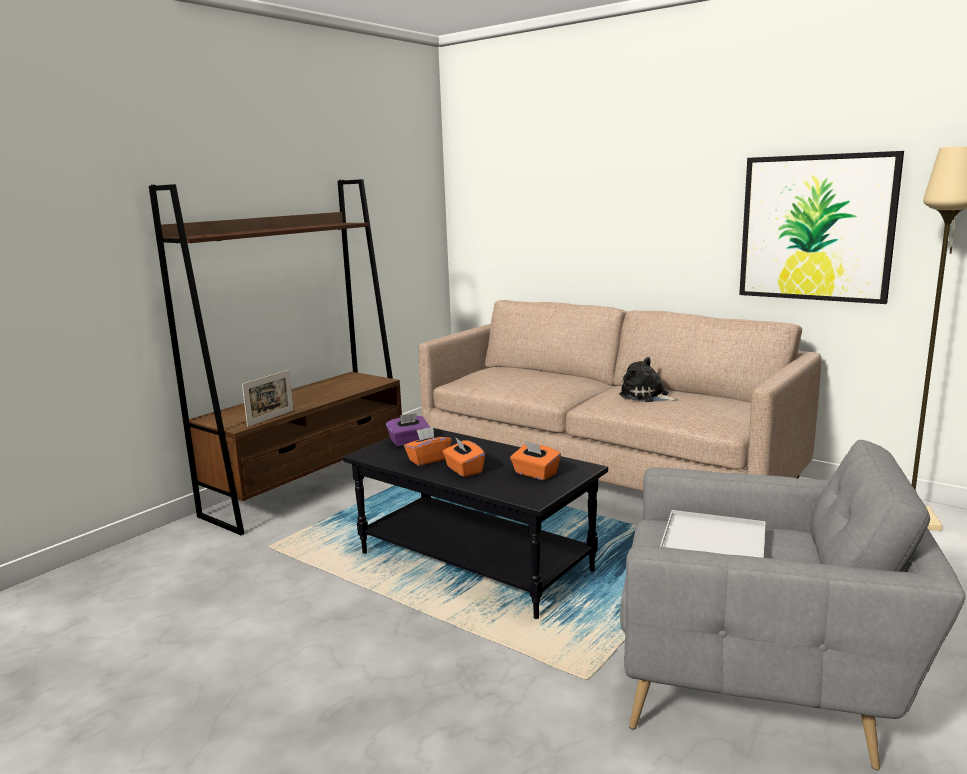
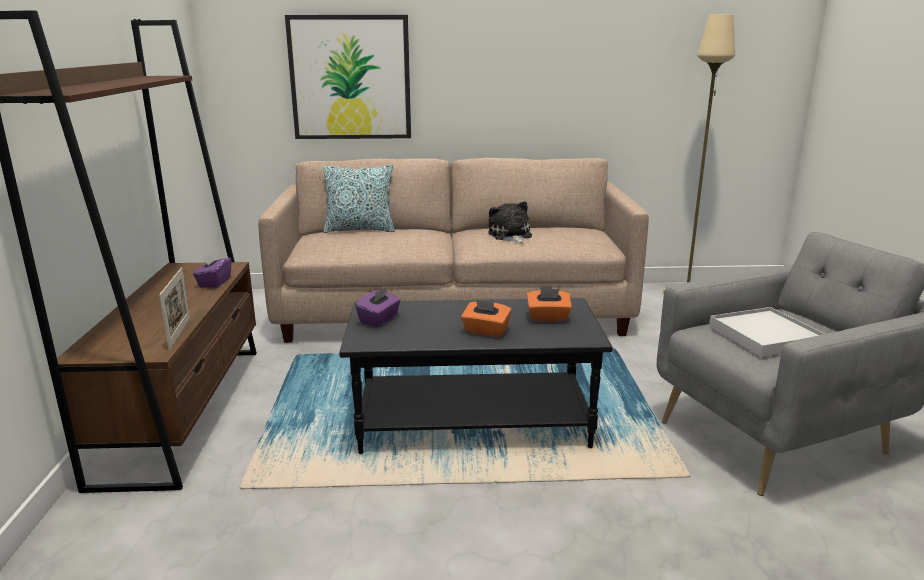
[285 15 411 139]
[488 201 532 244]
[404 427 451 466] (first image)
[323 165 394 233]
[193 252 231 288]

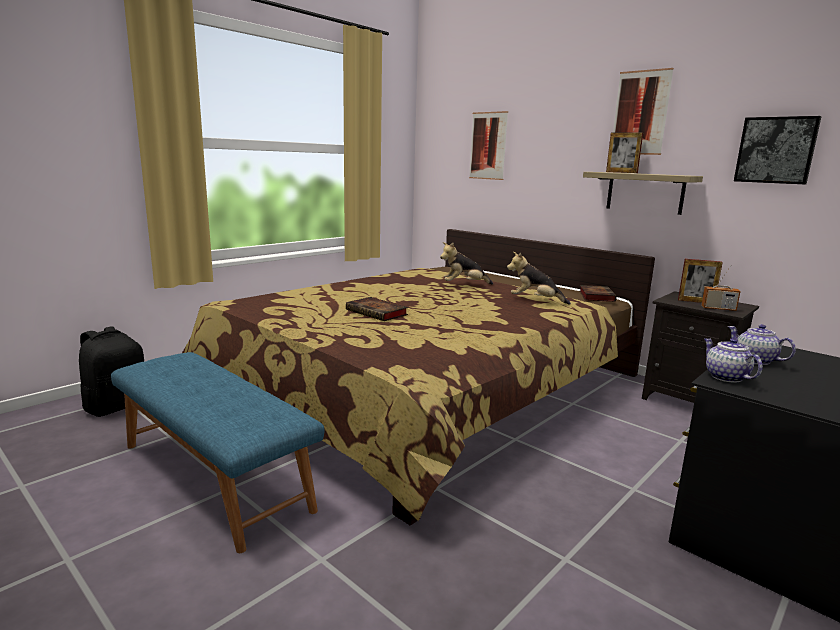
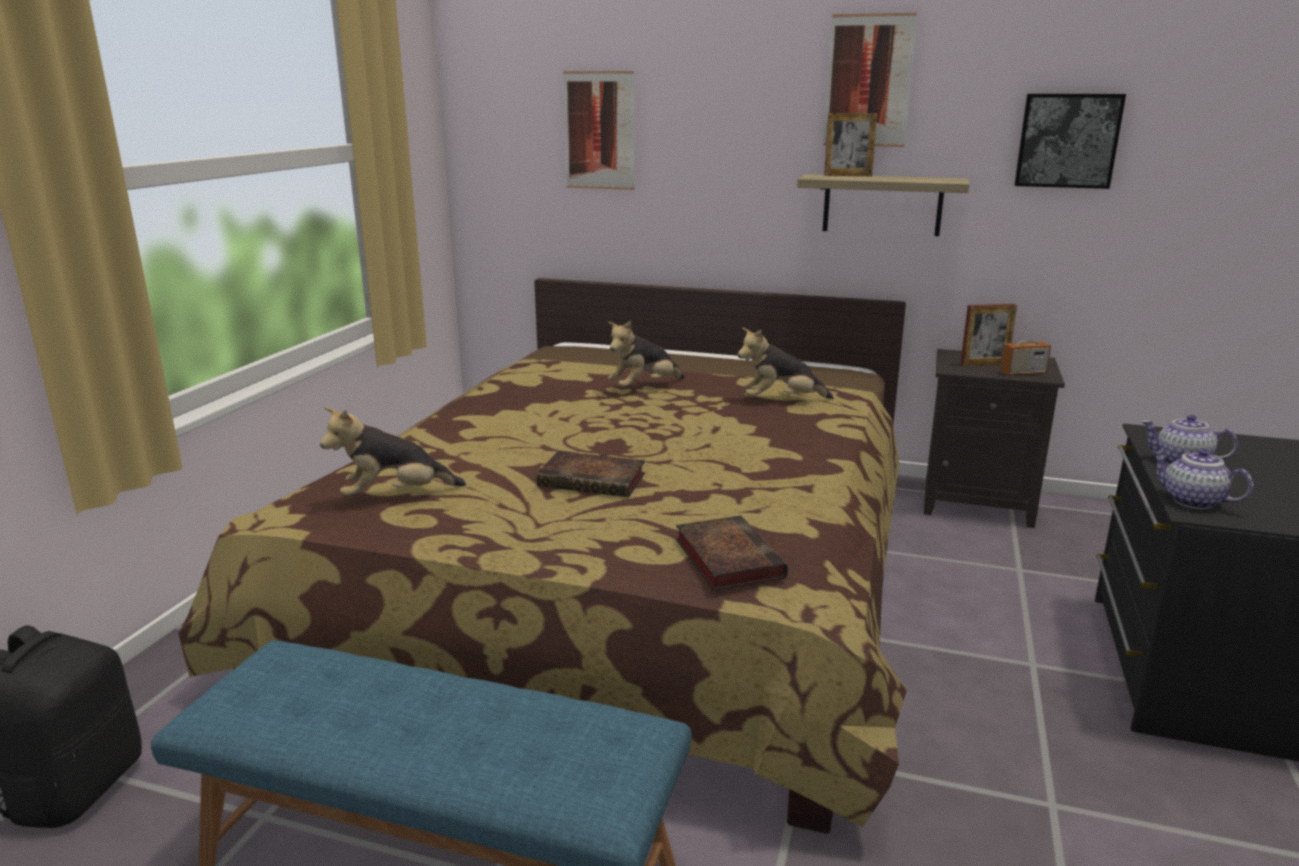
[676 515 788 591]
[320 407 466 496]

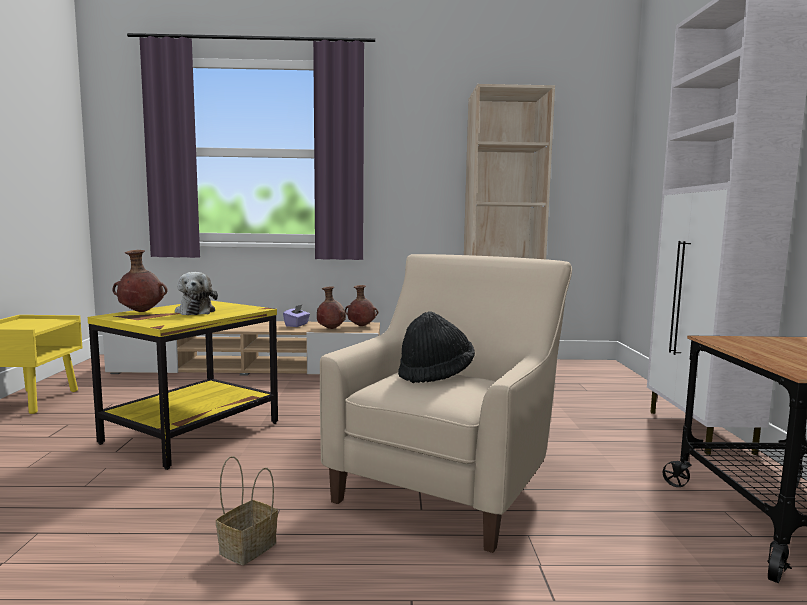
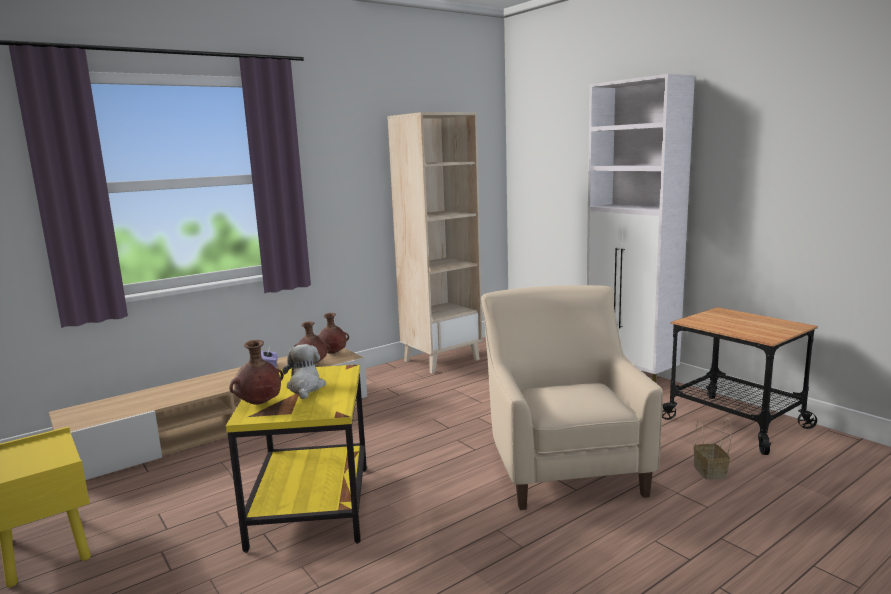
[282 344 326 399]
[398 311 475 383] (first image)
[694 418 732 480]

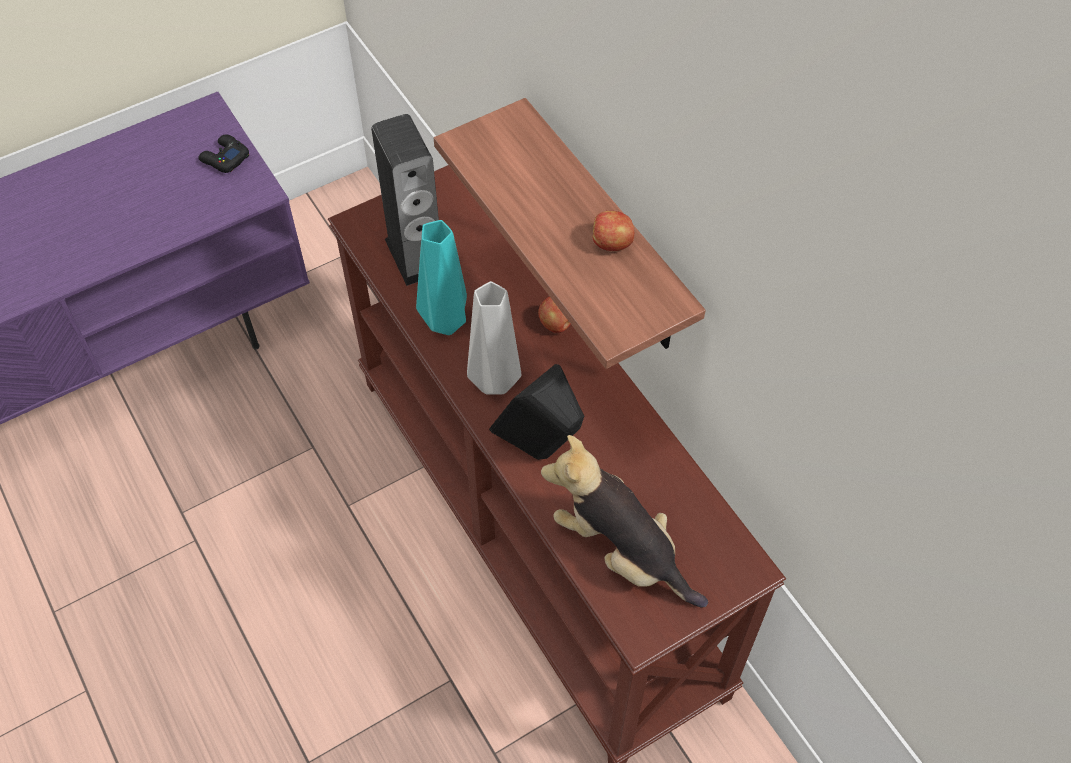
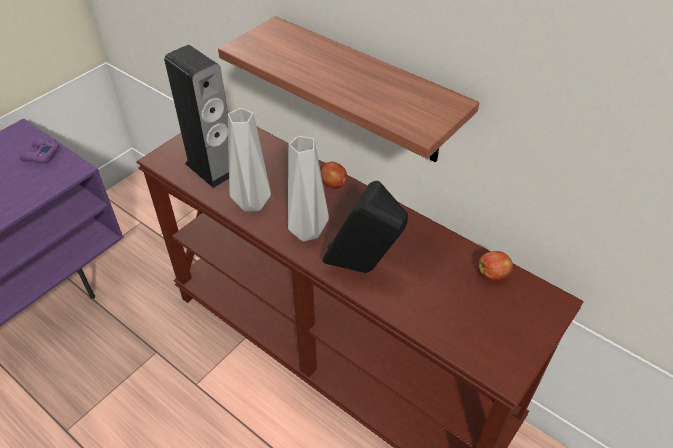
[20 139 60 164]
[478 251 513 281]
[228 108 271 211]
[541 435 708 608] (first image)

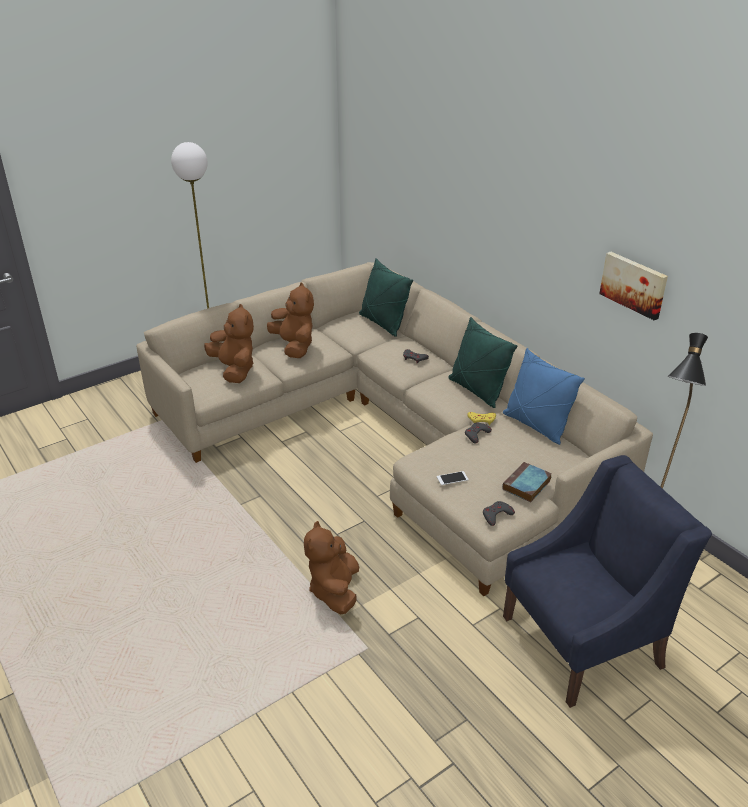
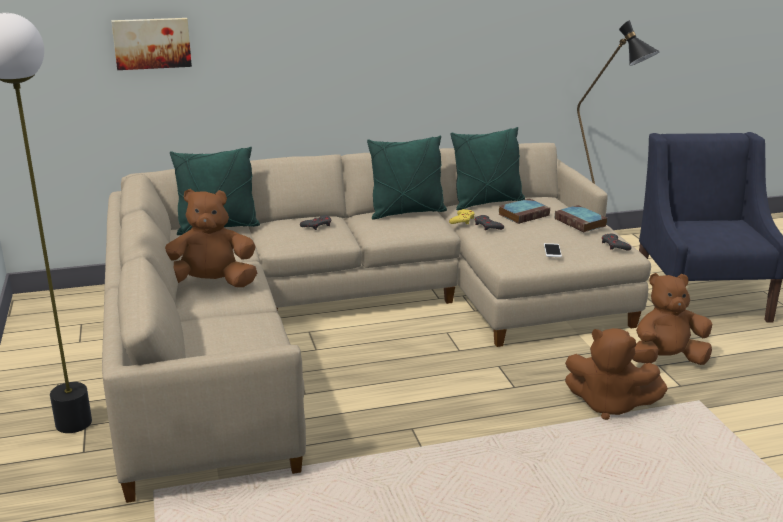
[111 18 192 70]
[632 273 712 365]
[450 127 525 210]
[498 198 550 224]

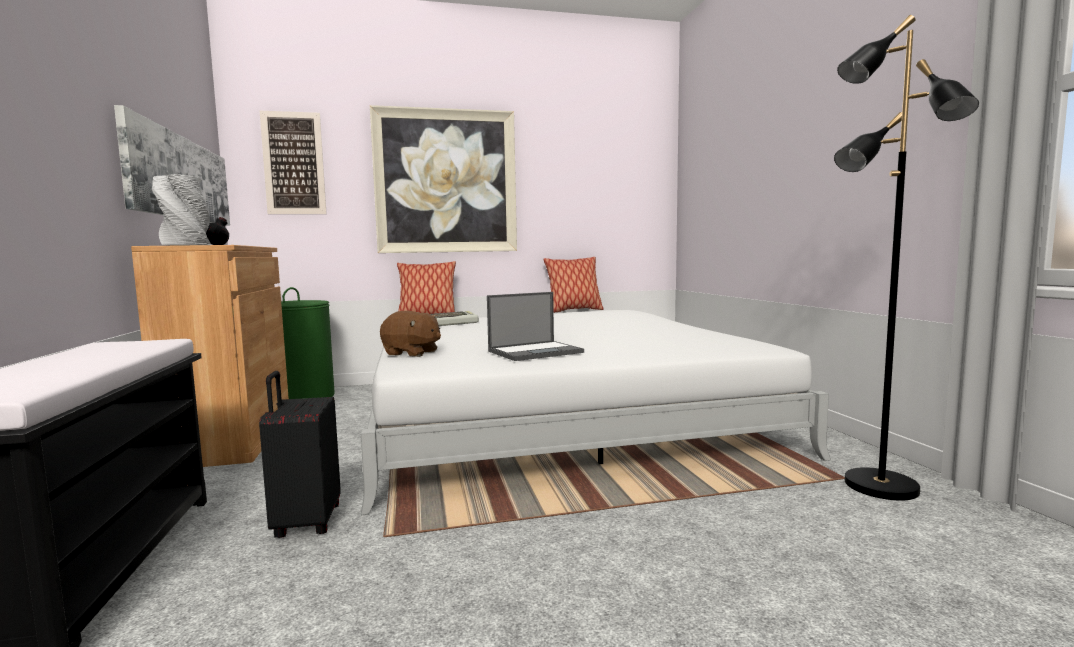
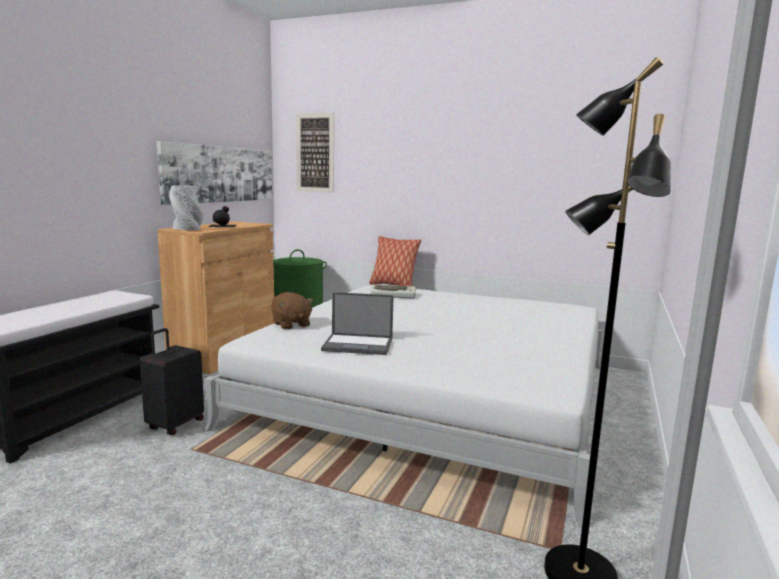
[370 105 517 253] (first image)
[544 257 603 313] (first image)

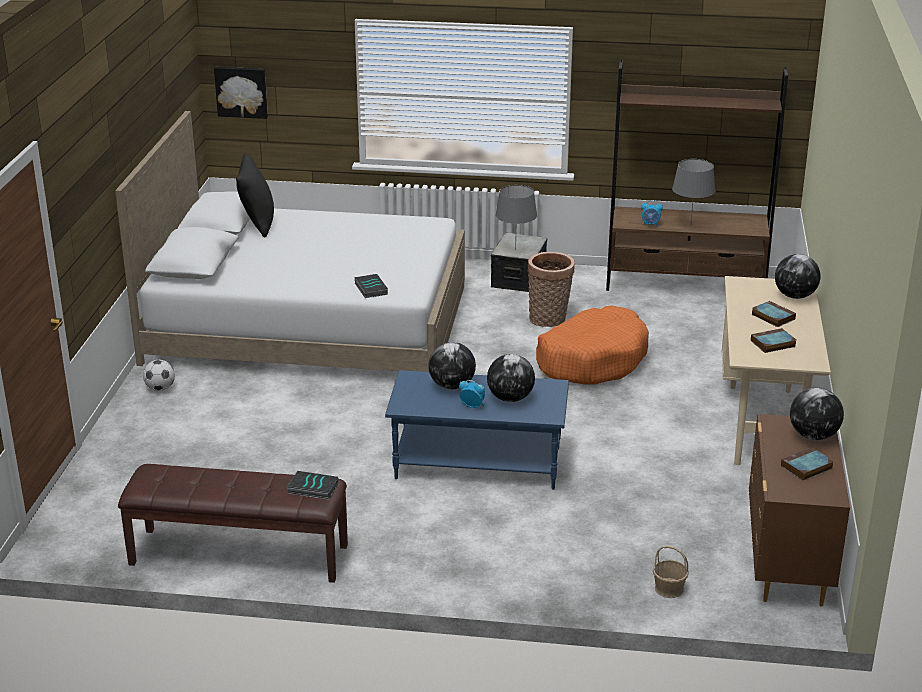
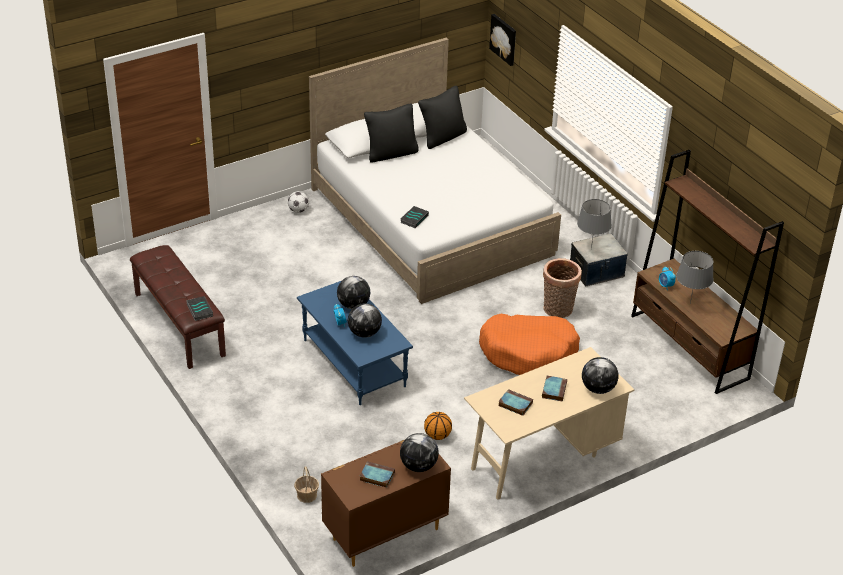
[364 104 419 163]
[424 412 452 440]

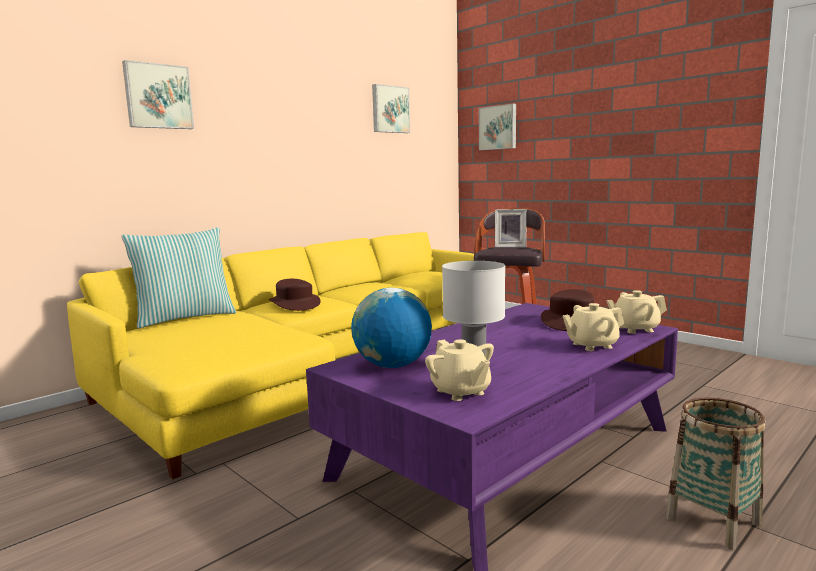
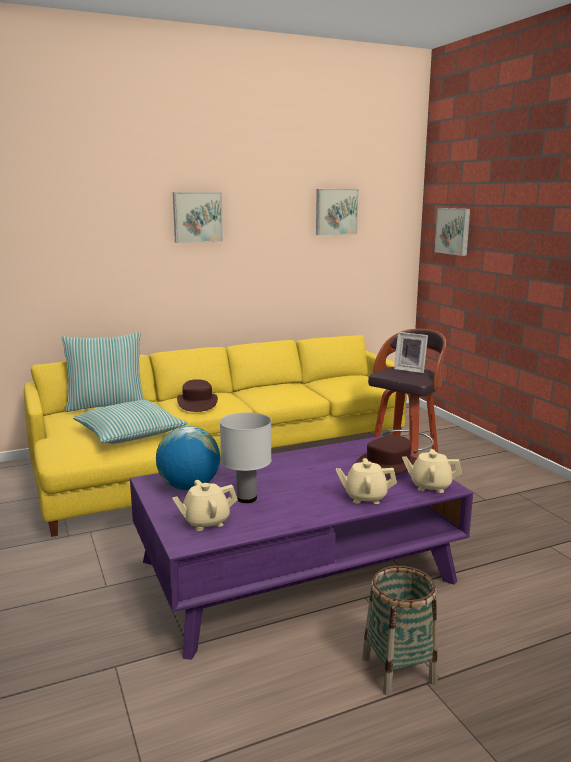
[173 192 223 243]
[172 480 238 531]
[73 400 188 444]

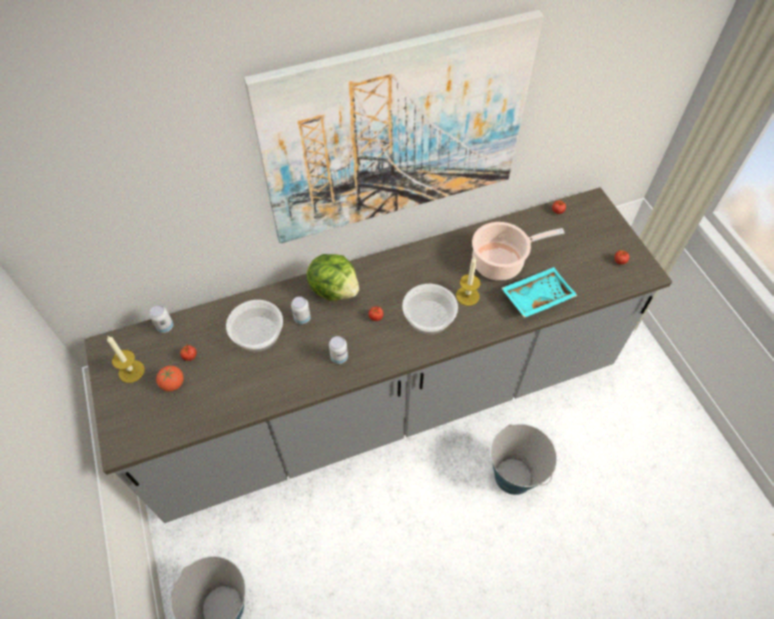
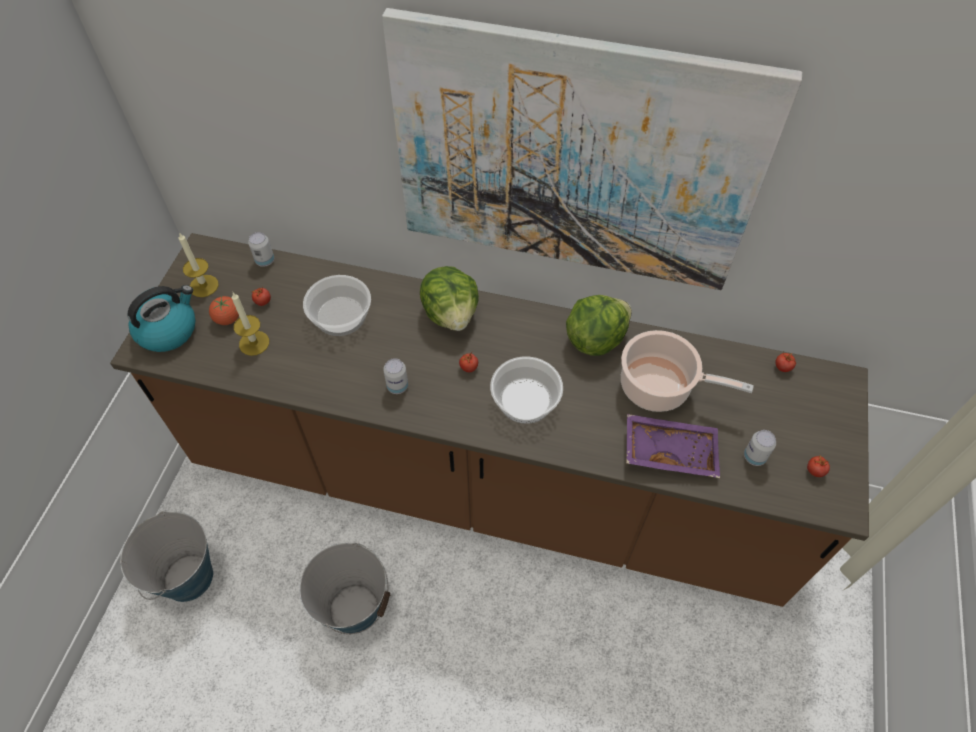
[110 233 869 607]
[232 293 269 356]
[626 414 720 478]
[744 430 776 466]
[299 543 390 634]
[128 285 195 352]
[566 295 631 356]

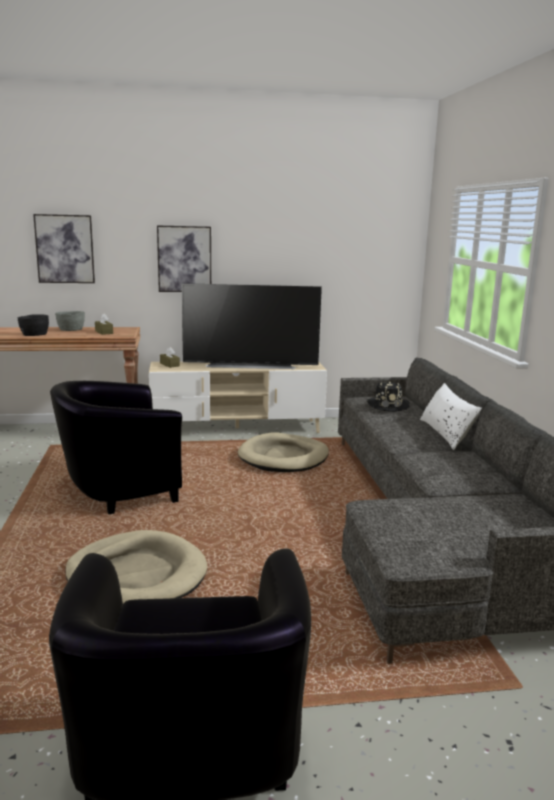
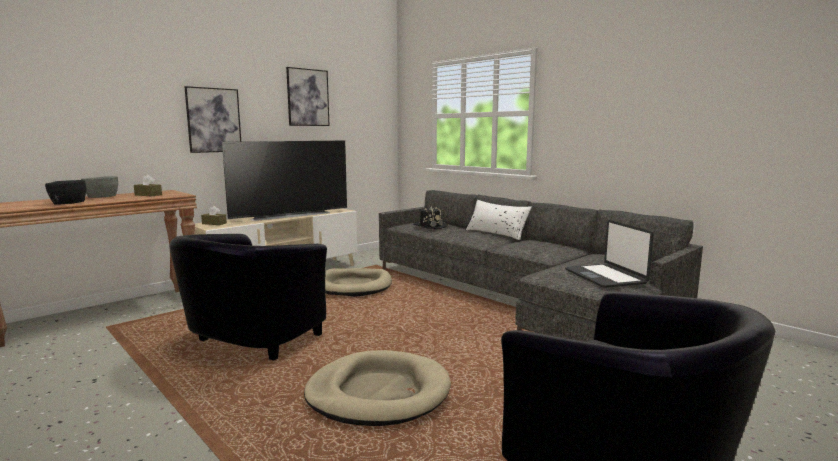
[286 67 330 126]
[565 220 654 288]

